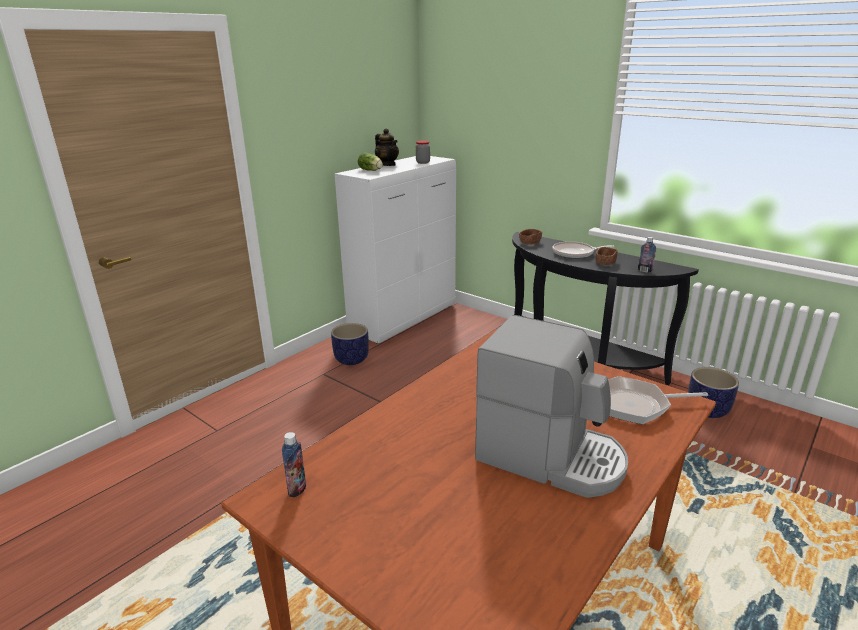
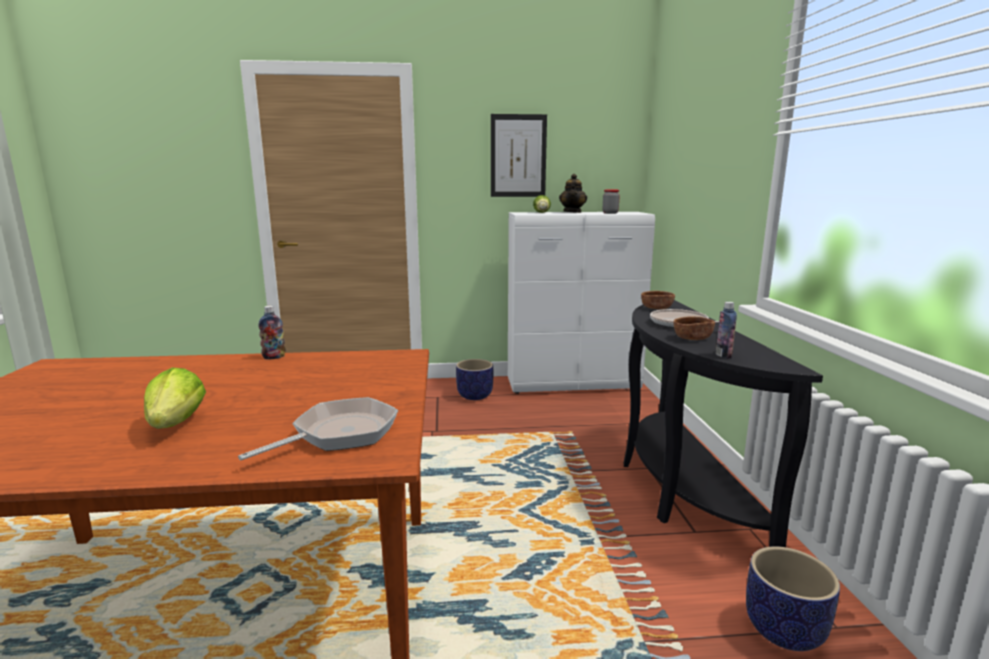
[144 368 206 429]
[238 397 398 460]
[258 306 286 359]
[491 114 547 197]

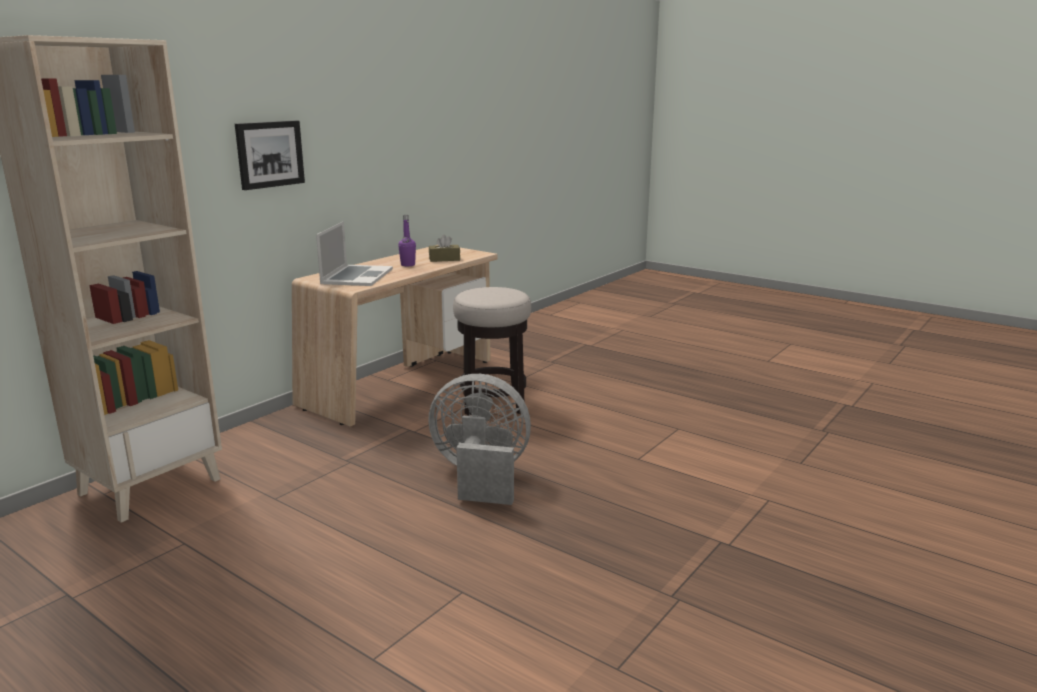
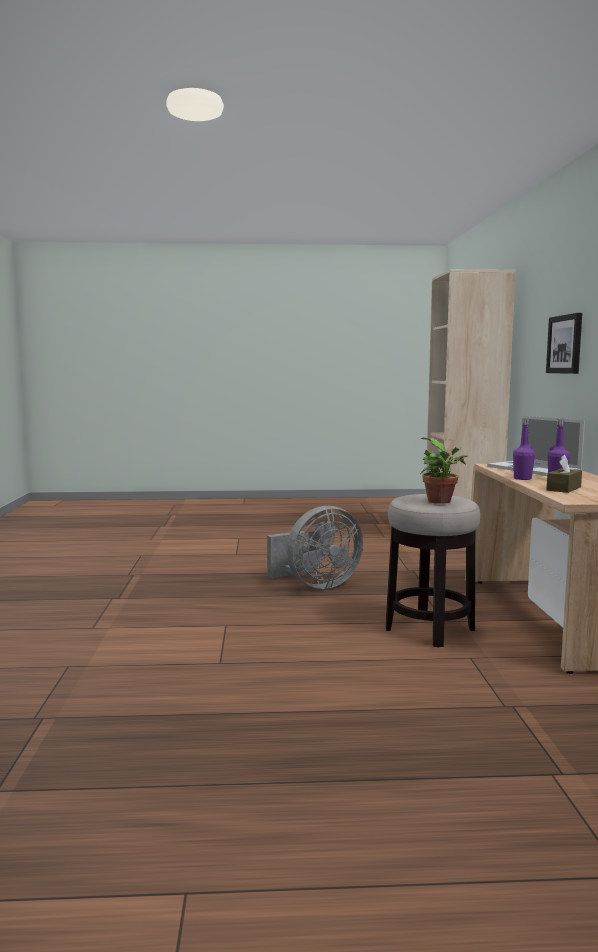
[513 419 535 480]
[420 438 468 504]

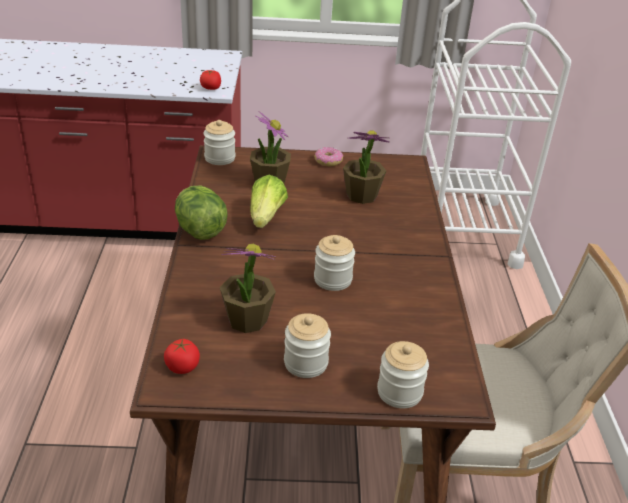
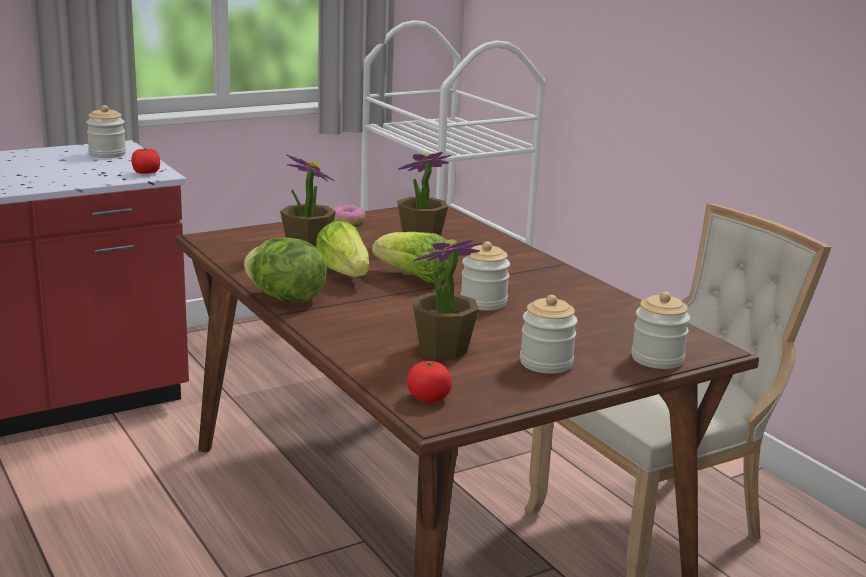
[86 105 126 158]
[372 232 448 283]

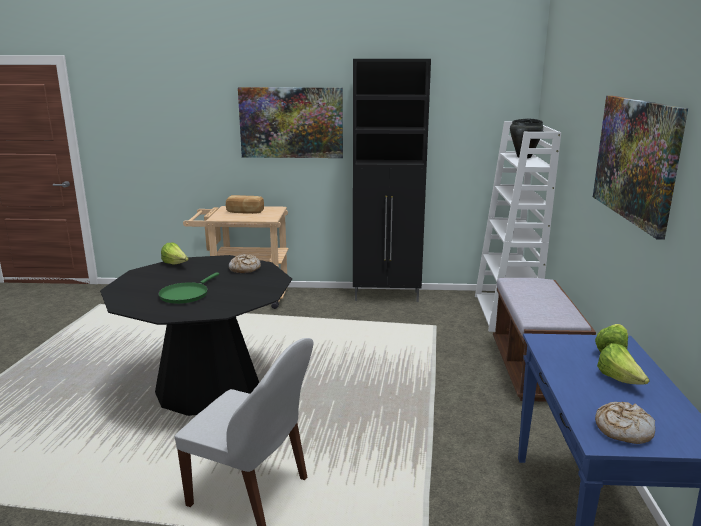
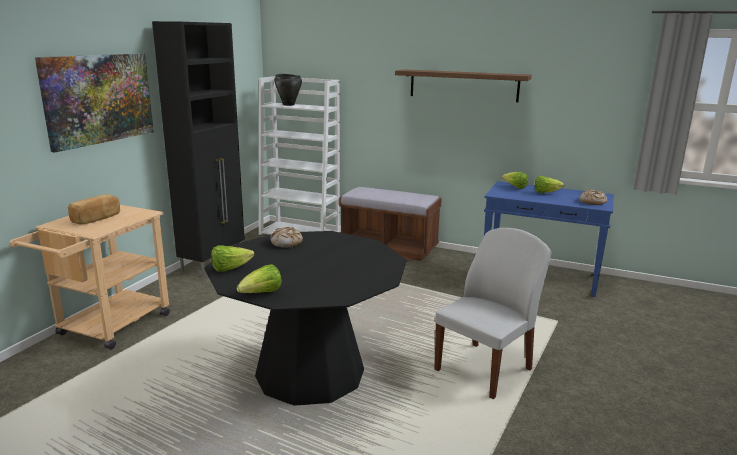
[395 69 532 102]
[158 273 219 304] (first image)
[236 264 282 293]

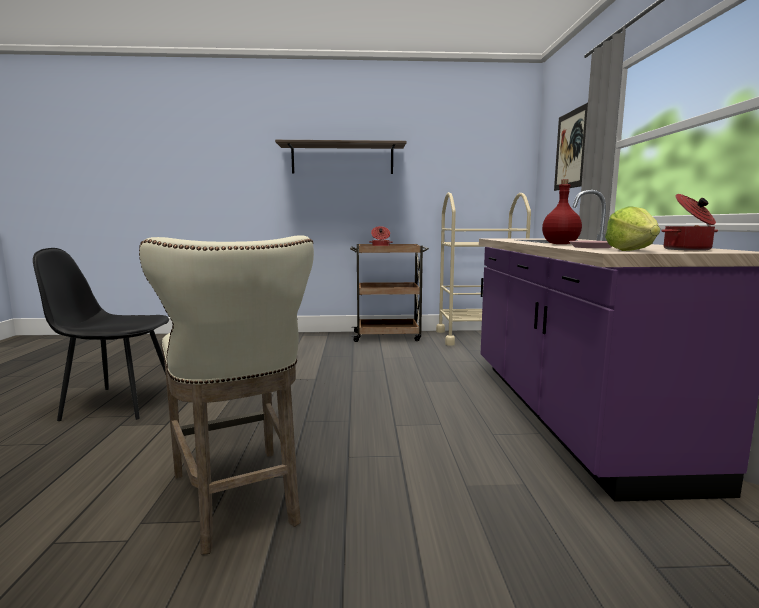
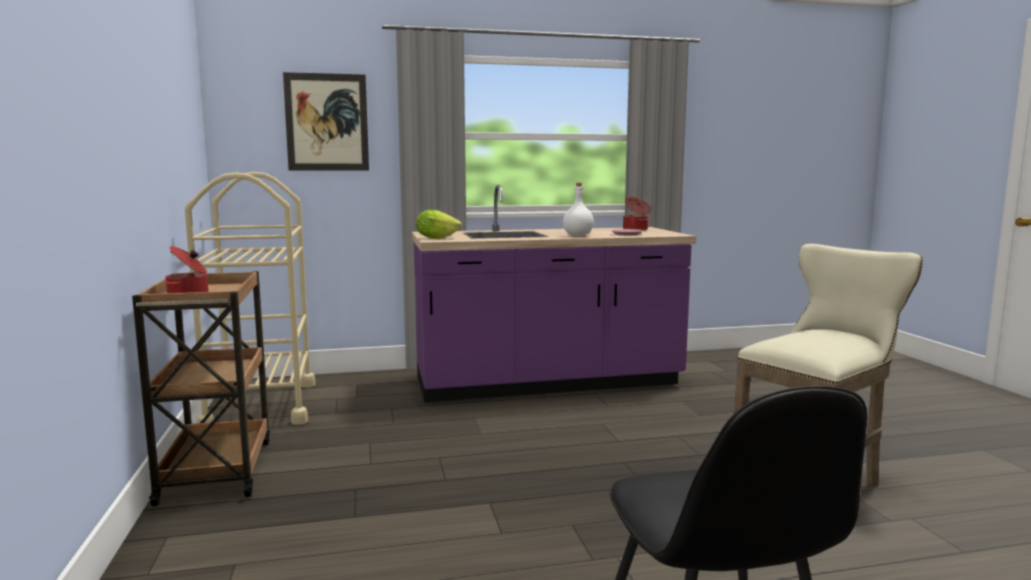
[275 140 406 174] (first image)
[563 183 594 236]
[416 210 462 239]

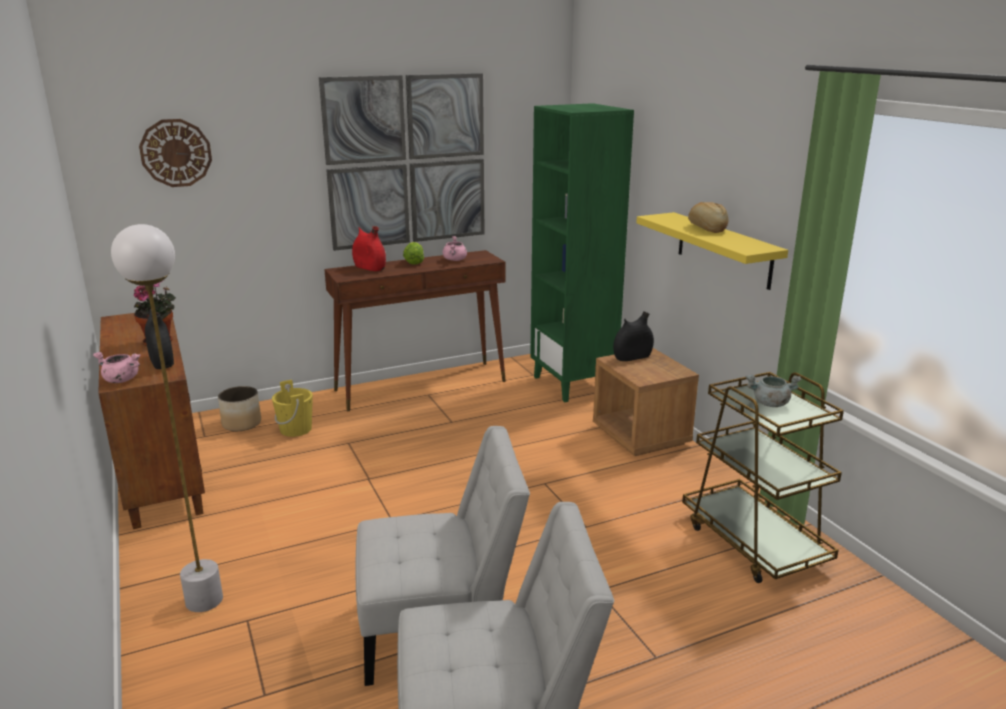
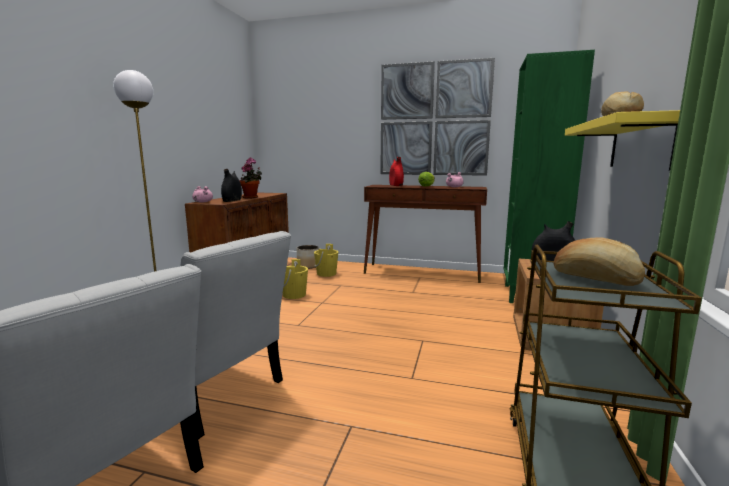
[139 119 212 187] (first image)
[554 237 645 286]
[283 259 308 299]

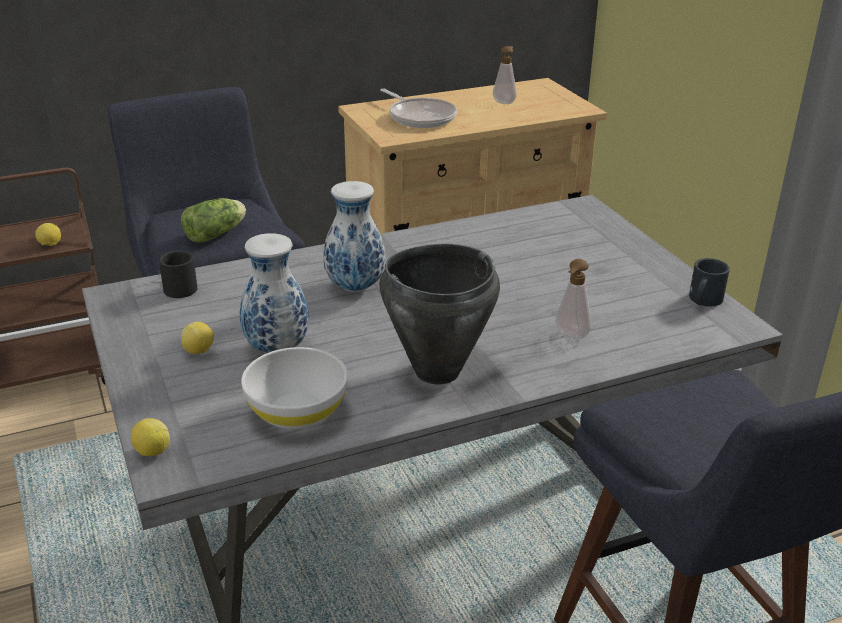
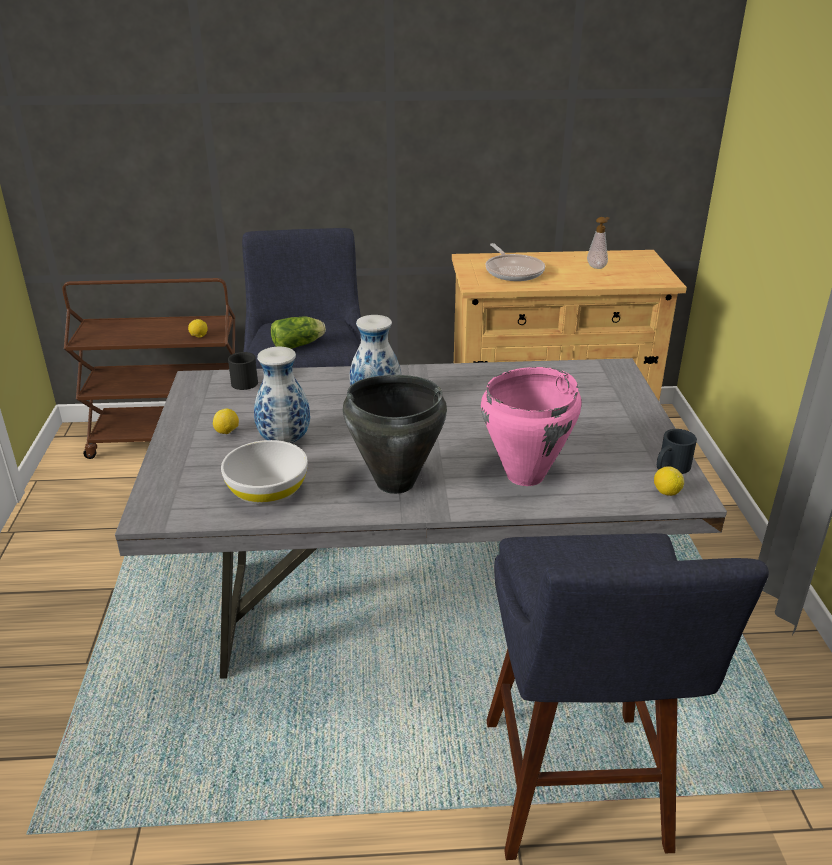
[481 367 582 486]
[654 466 684 496]

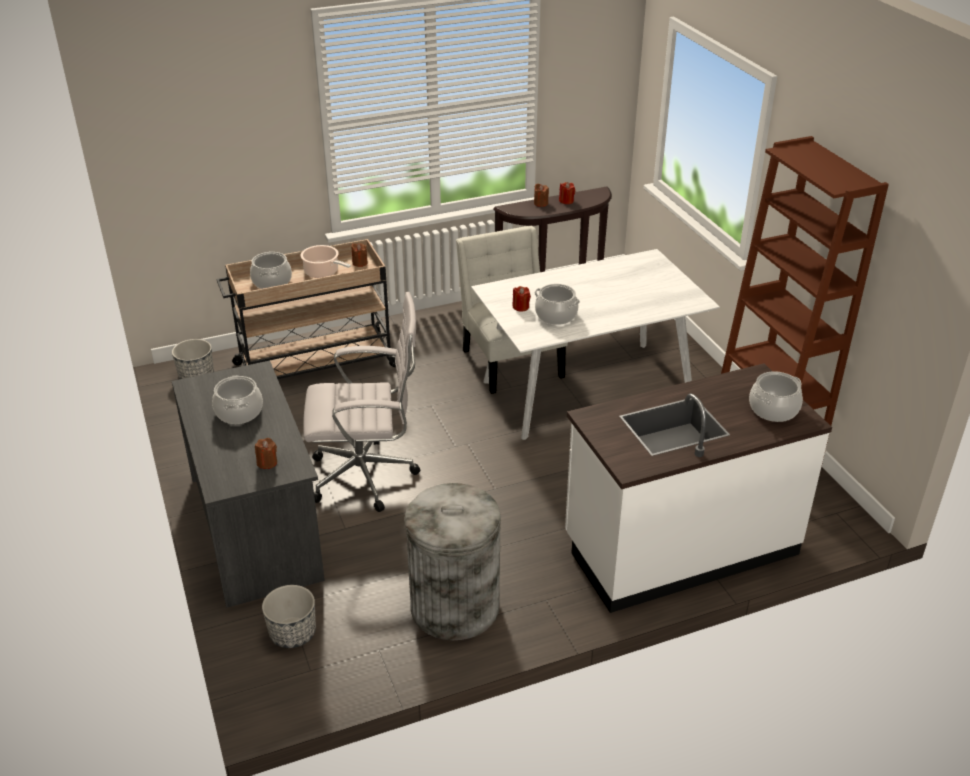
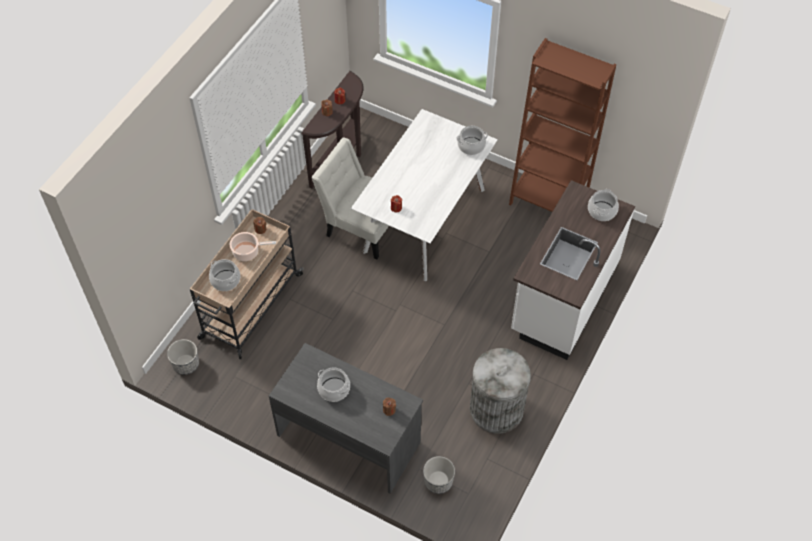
[456 126 488 155]
[303 292 420 512] (first image)

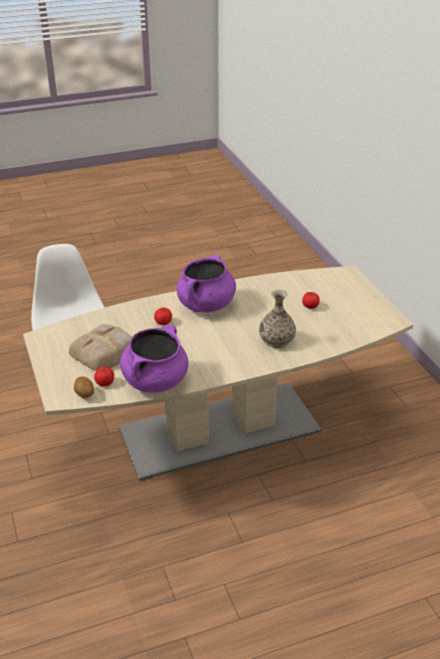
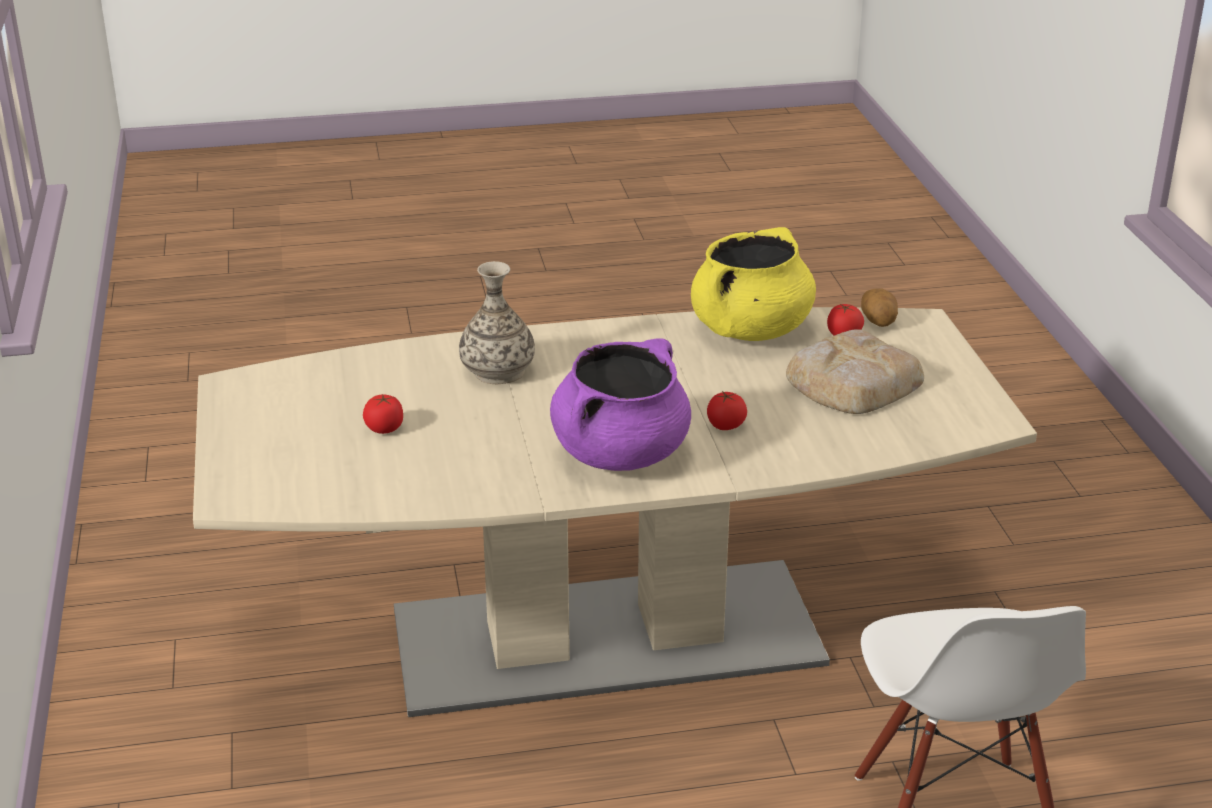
[691 227 816 341]

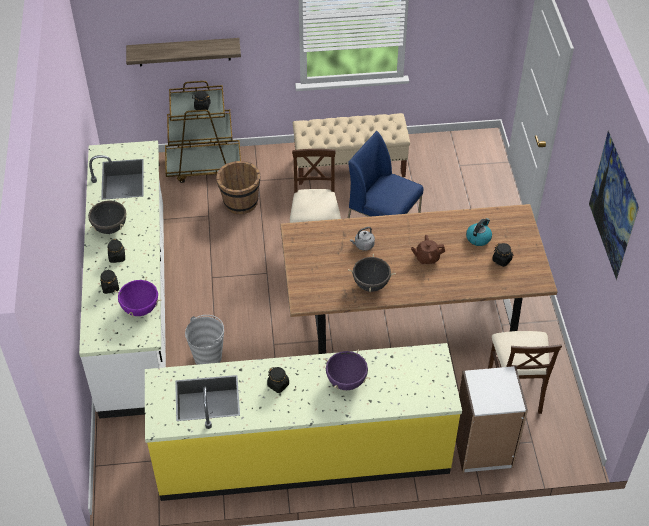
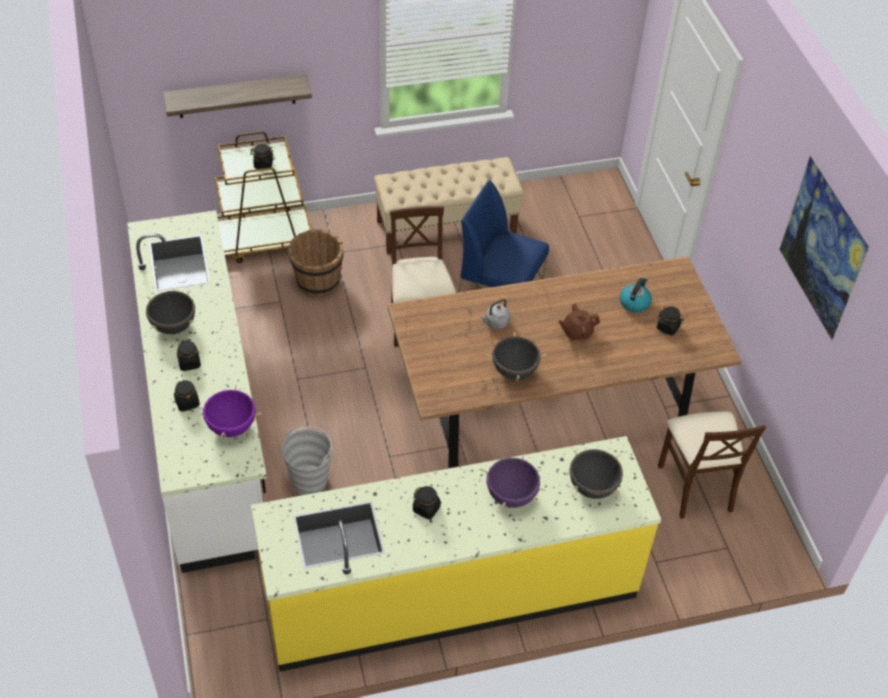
[456 366 528 473] (first image)
[569 449 623 499]

